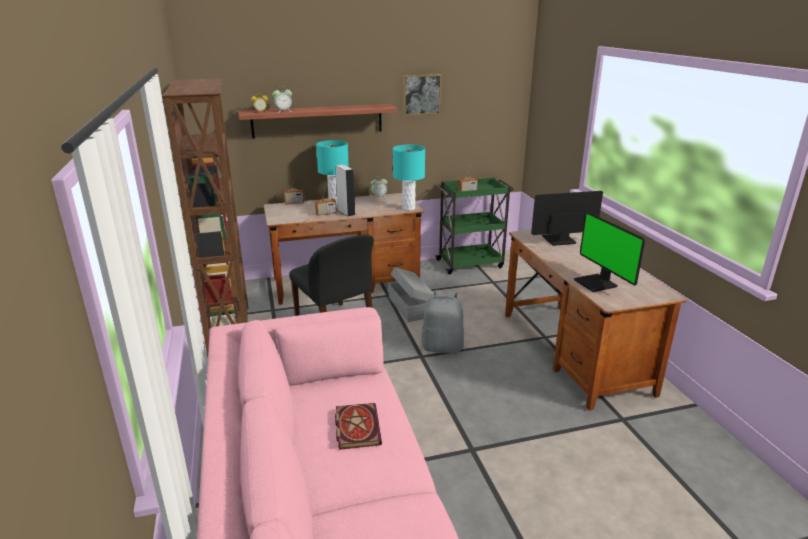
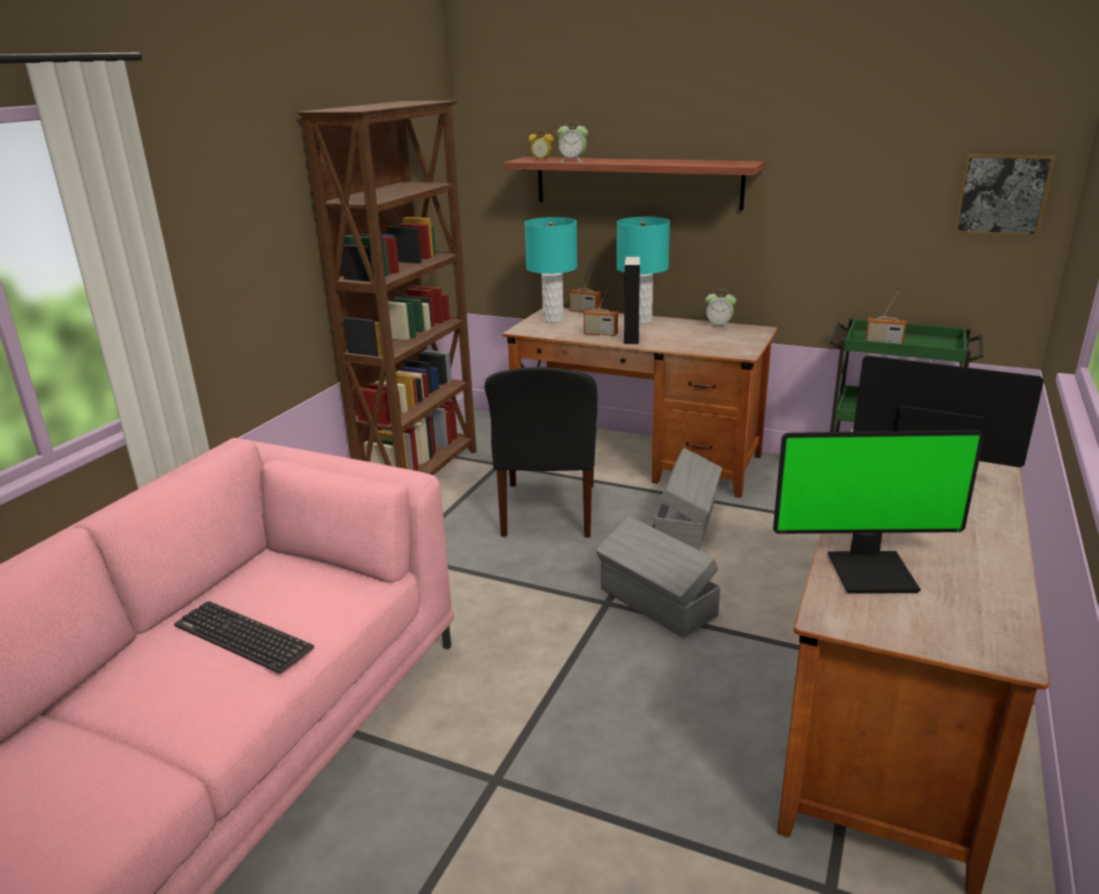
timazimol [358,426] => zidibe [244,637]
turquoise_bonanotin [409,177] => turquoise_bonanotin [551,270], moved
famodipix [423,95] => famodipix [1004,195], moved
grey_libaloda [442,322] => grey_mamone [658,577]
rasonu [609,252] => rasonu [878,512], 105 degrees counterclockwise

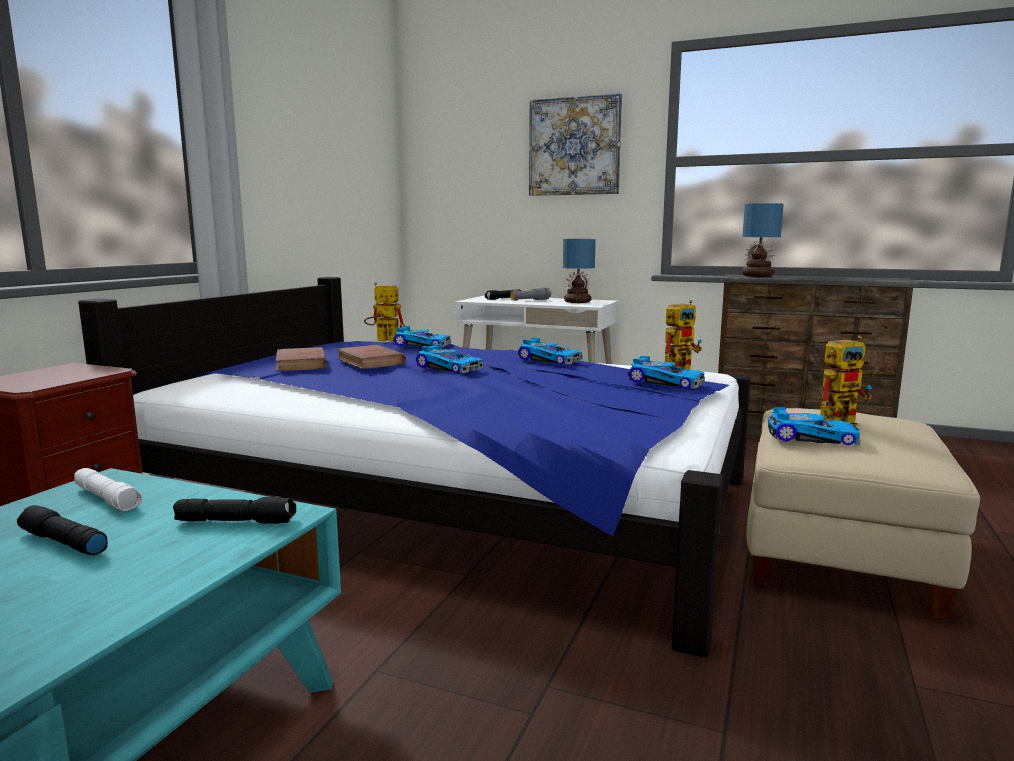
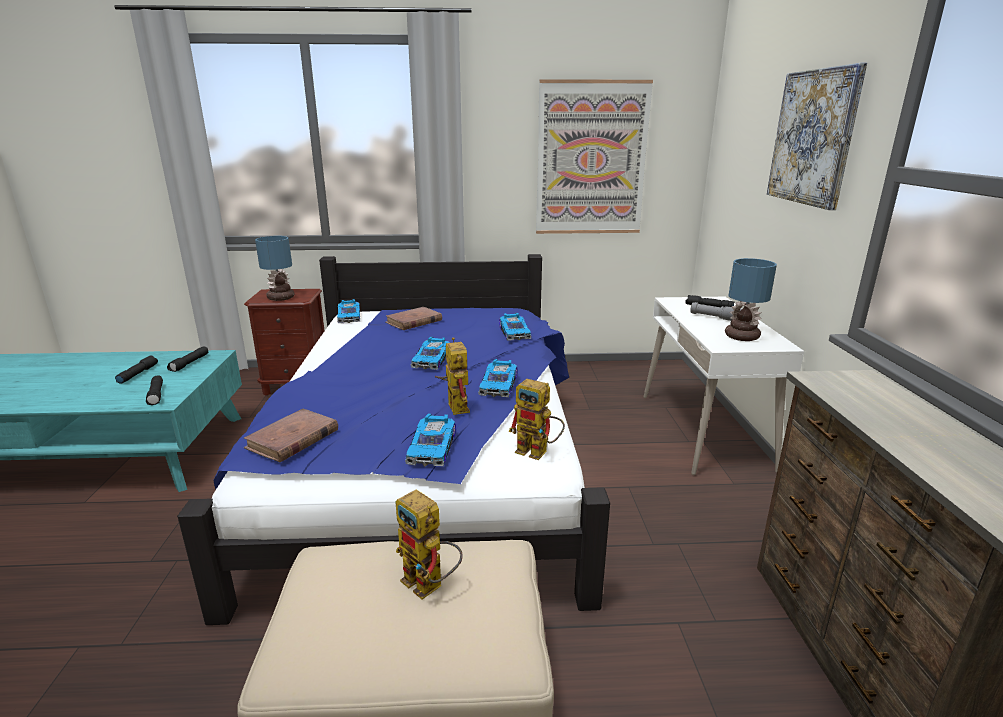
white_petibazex [108,489] => black_petibazex [188,359]
brown_timazimol [371,357] => brown_timazimol [291,435], moved
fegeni [384,312] => fegeni [452,376], moved
bonanotin [763,240] => bonanotin [275,268], moved
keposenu [814,426] => keposenu [348,311], moved
nothing => famodipix [594,156]

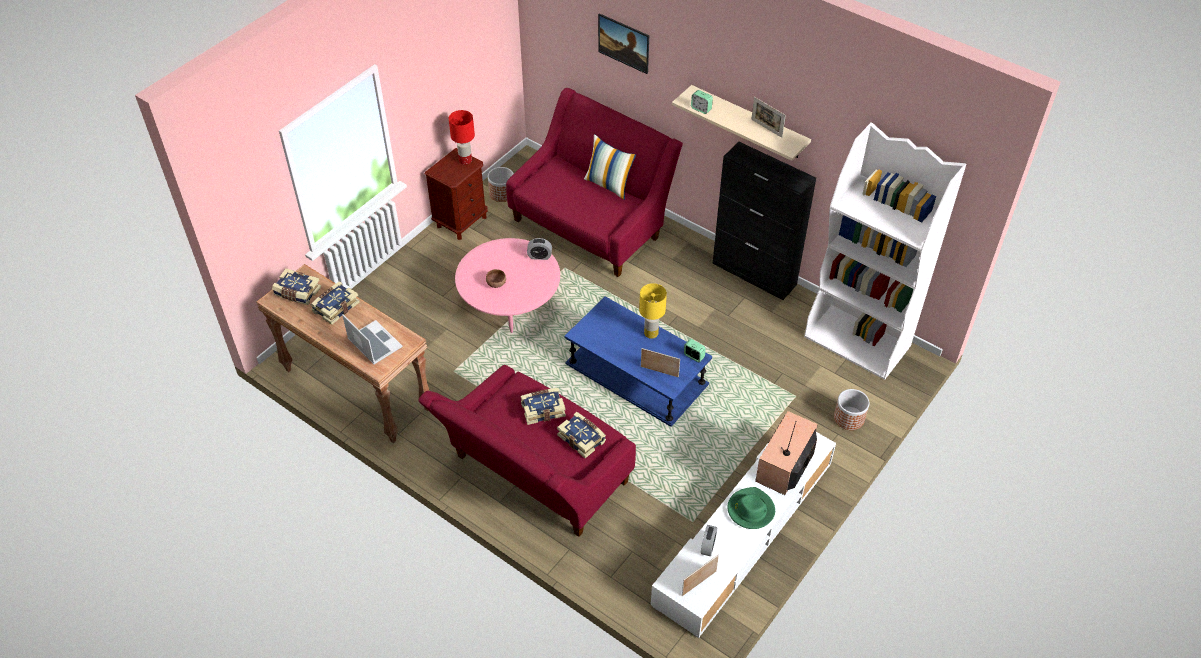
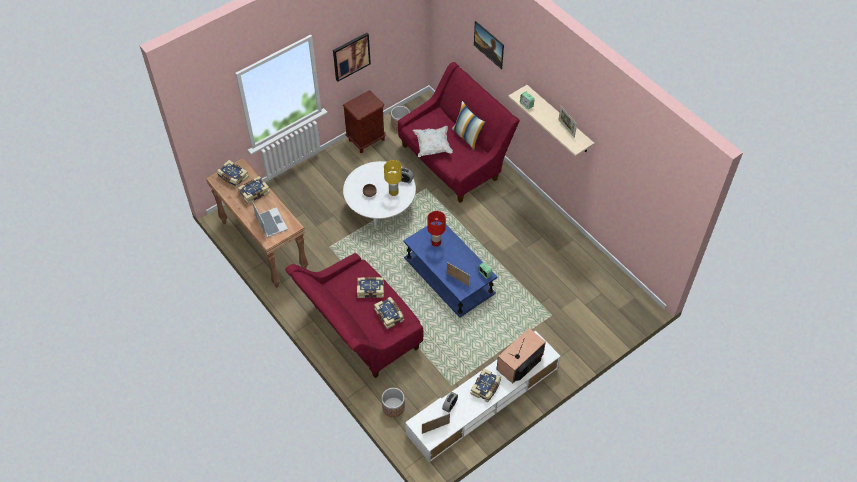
red_bonanotin [462,137] => red_bonanotin [436,229], moved
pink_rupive [507,285] => white_rupive [379,194]
yellow_bonanotin [653,311] => yellow_bonanotin [393,178], moved
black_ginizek [764,221] => nothing
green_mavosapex [751,508] => timazimol [486,385]
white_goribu [885,251] => nothing
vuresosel [851,409] => vuresosel [393,402], moved
nothing => famodipix [352,57]
nothing => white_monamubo [433,141]

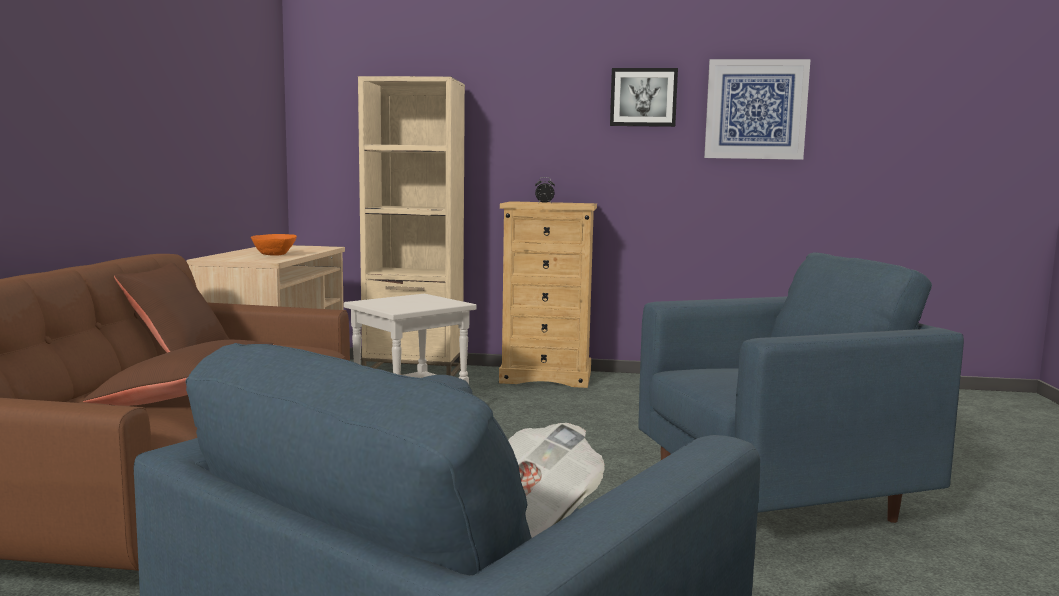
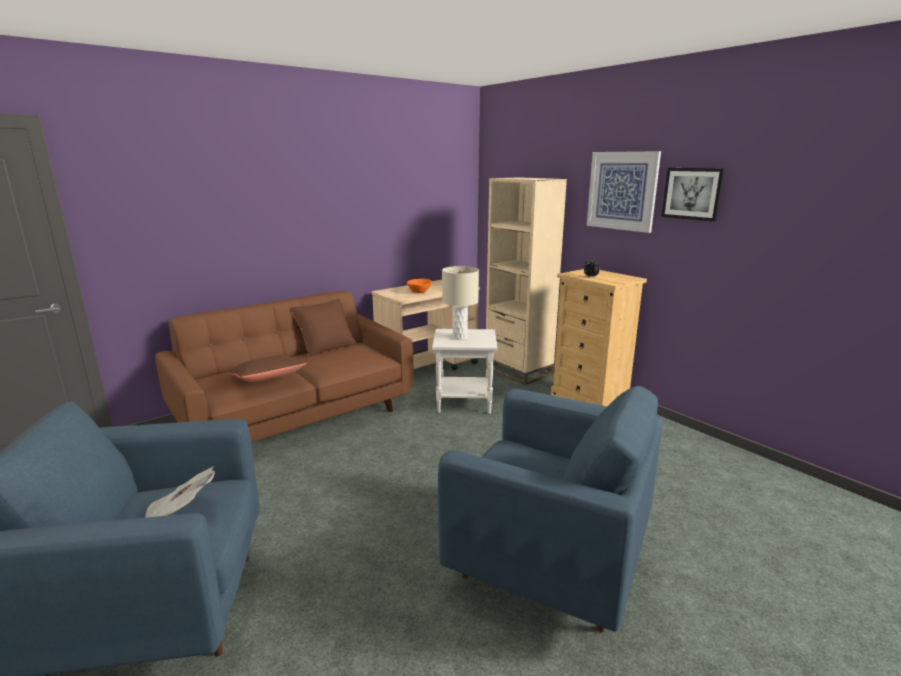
famodipix [757,109] => famodipix [624,192], moved
nothing => beige_bonanotin [460,303]

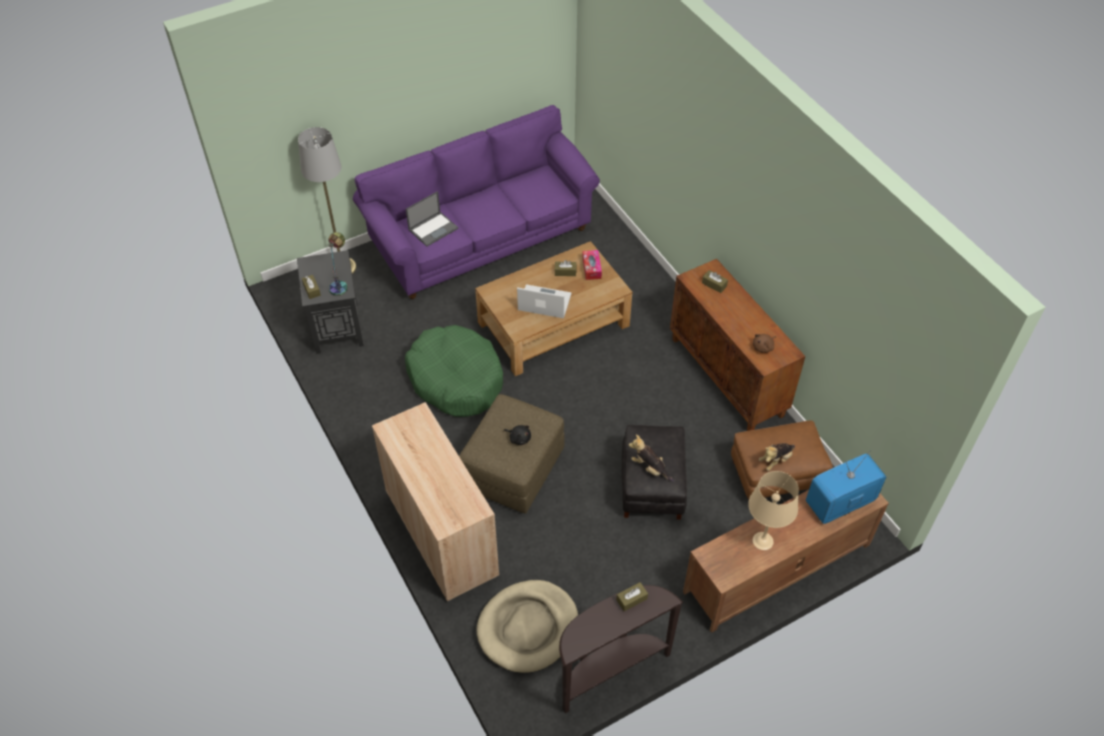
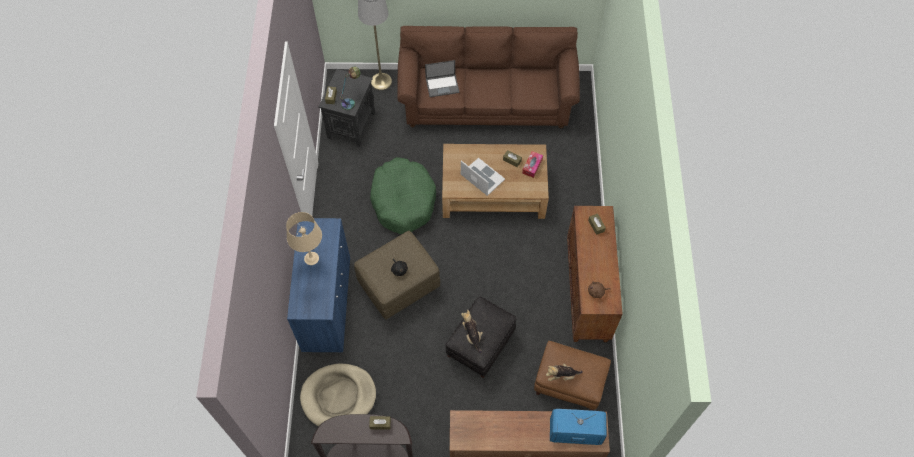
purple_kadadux [476,202] => brown_kadadux [488,77]
beige_ginizek [435,501] => blue_ginizek [318,285]
beige_bonanotin [773,510] => beige_bonanotin [304,238], moved

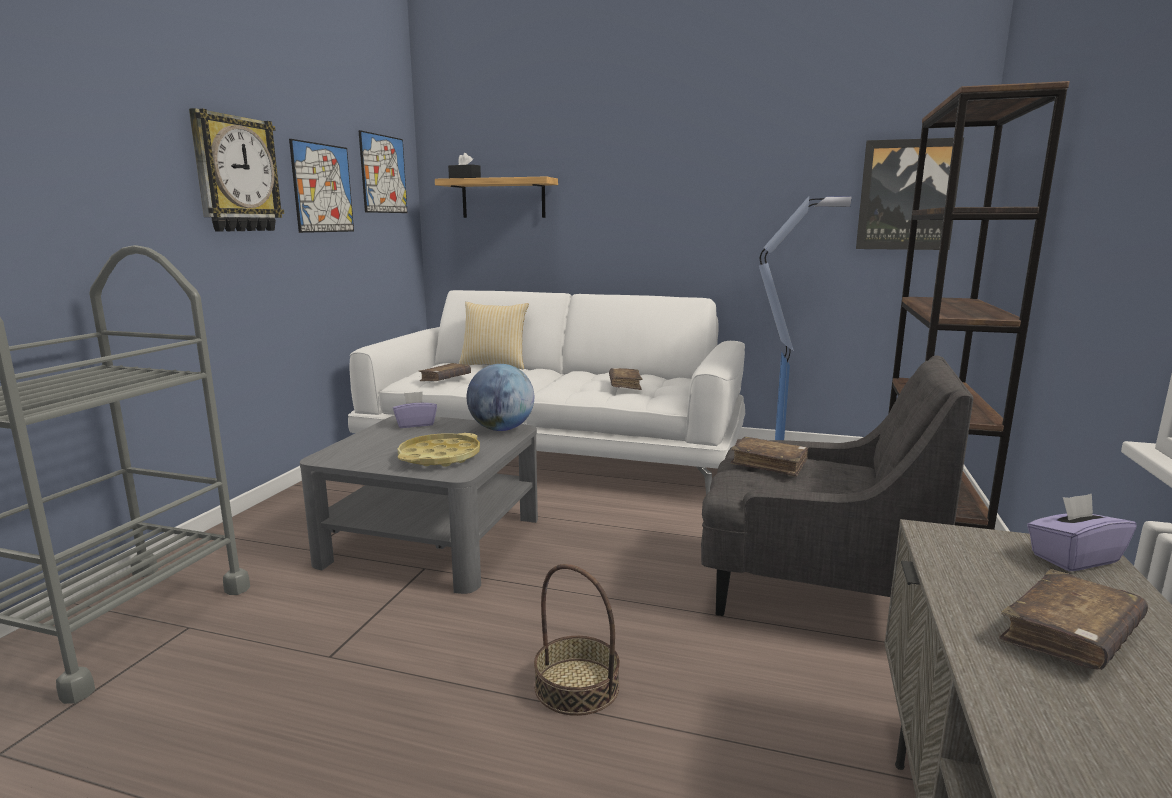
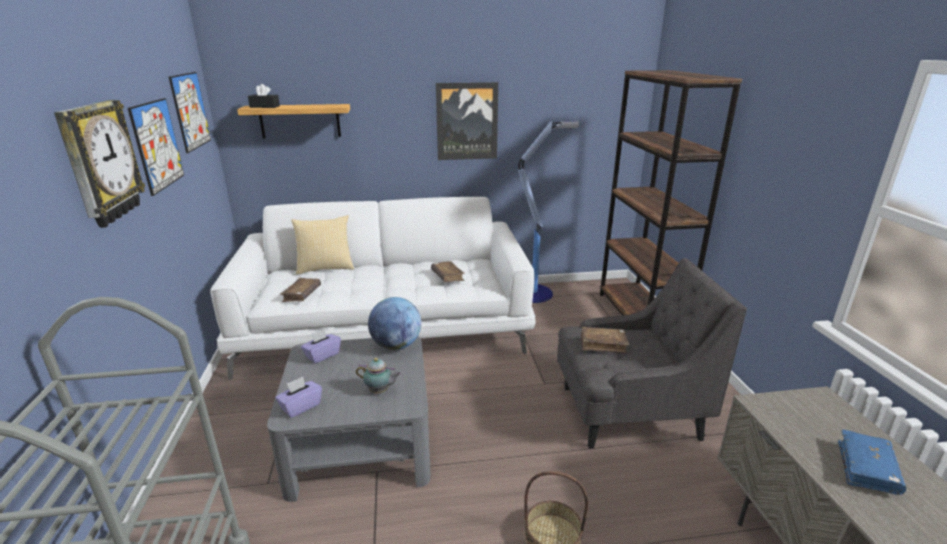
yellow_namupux [439,450] => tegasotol [378,375]
famodipix [910,193] => famodipix [467,121], moved
brown_timazimol [1073,619] => blue_timazimol [872,462]
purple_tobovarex [1082,532] => purple_tobovarex [298,397], moved

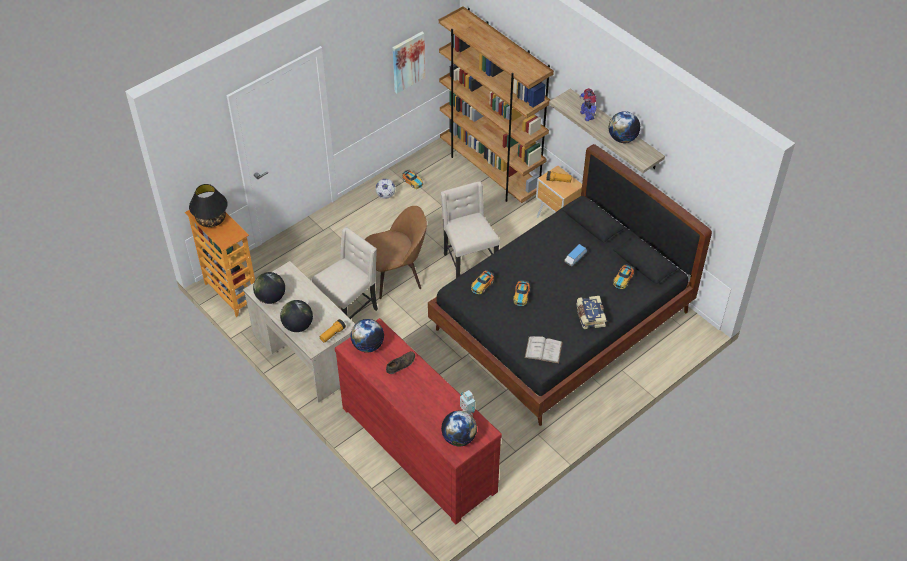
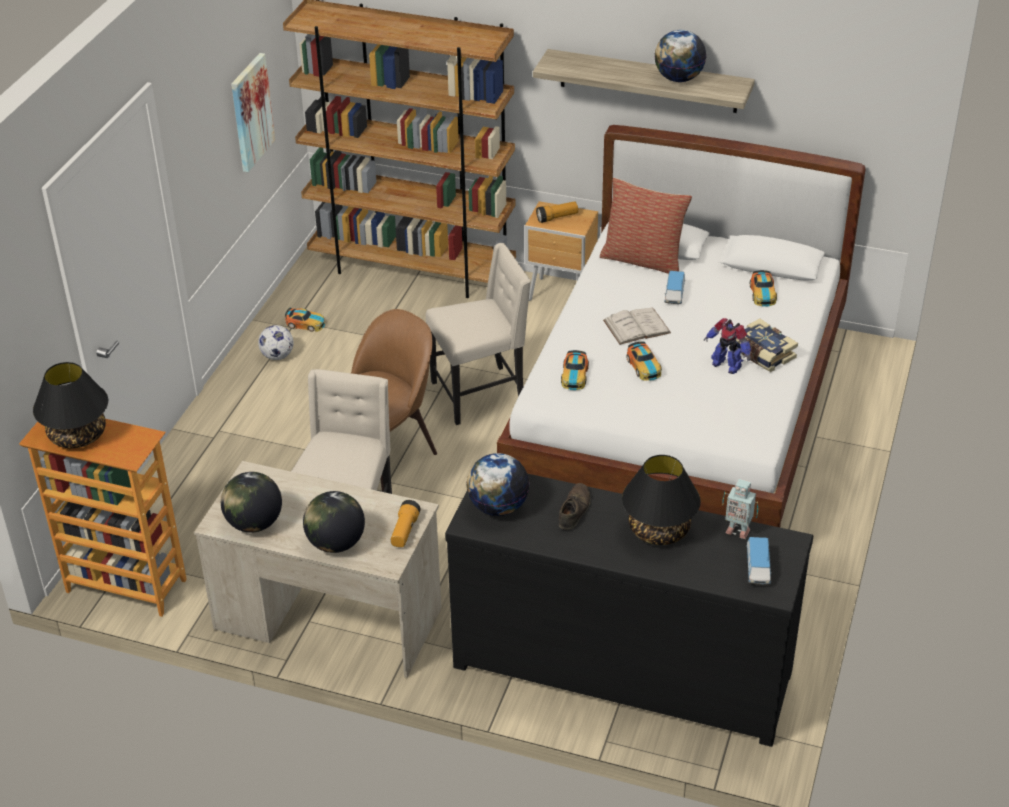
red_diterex [418,421] => black_diterex [629,610]
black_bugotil [570,285] => white_bugotil [681,326]
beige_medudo [470,229] => beige_medudo [478,334], 120 degrees clockwise
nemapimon [459,428] => keposenu [759,561]
white_timazimol [544,349] => white_timazimol [637,326], moved
fegeni [588,104] => fegeni [727,346], moved
nothing => monamubo [646,226]
nothing => black_bonanotin [661,500]

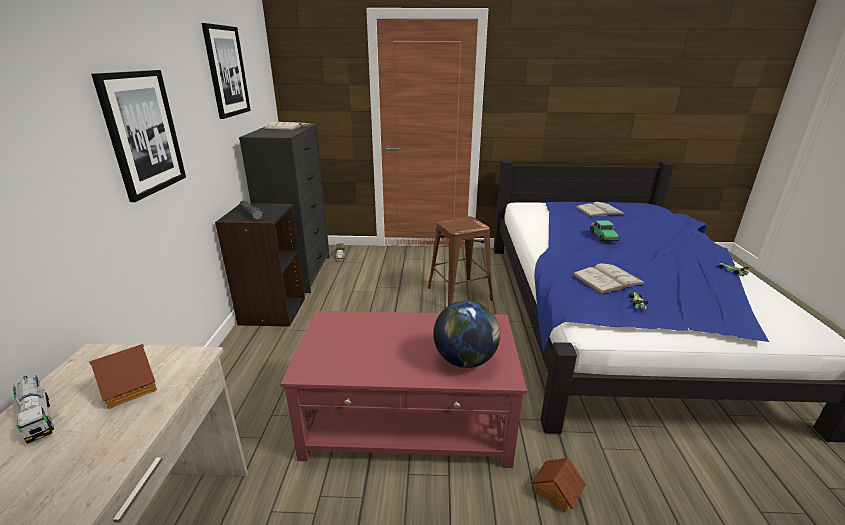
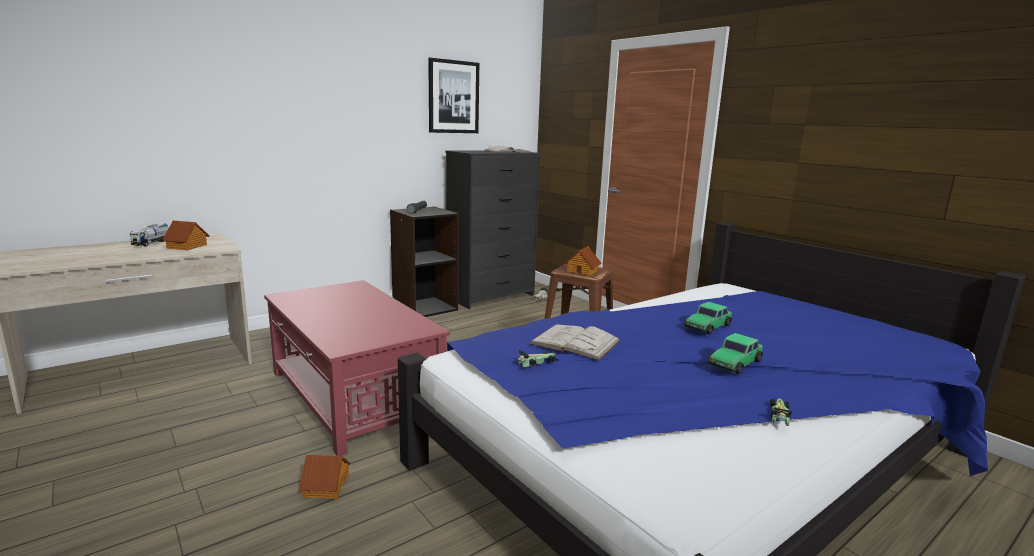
famodipix [138,136] => nothing
nemapimon [466,334] => nothing
white_timazimol [600,209] => nothing
nothing => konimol [583,261]
nothing => keposenu [735,353]

